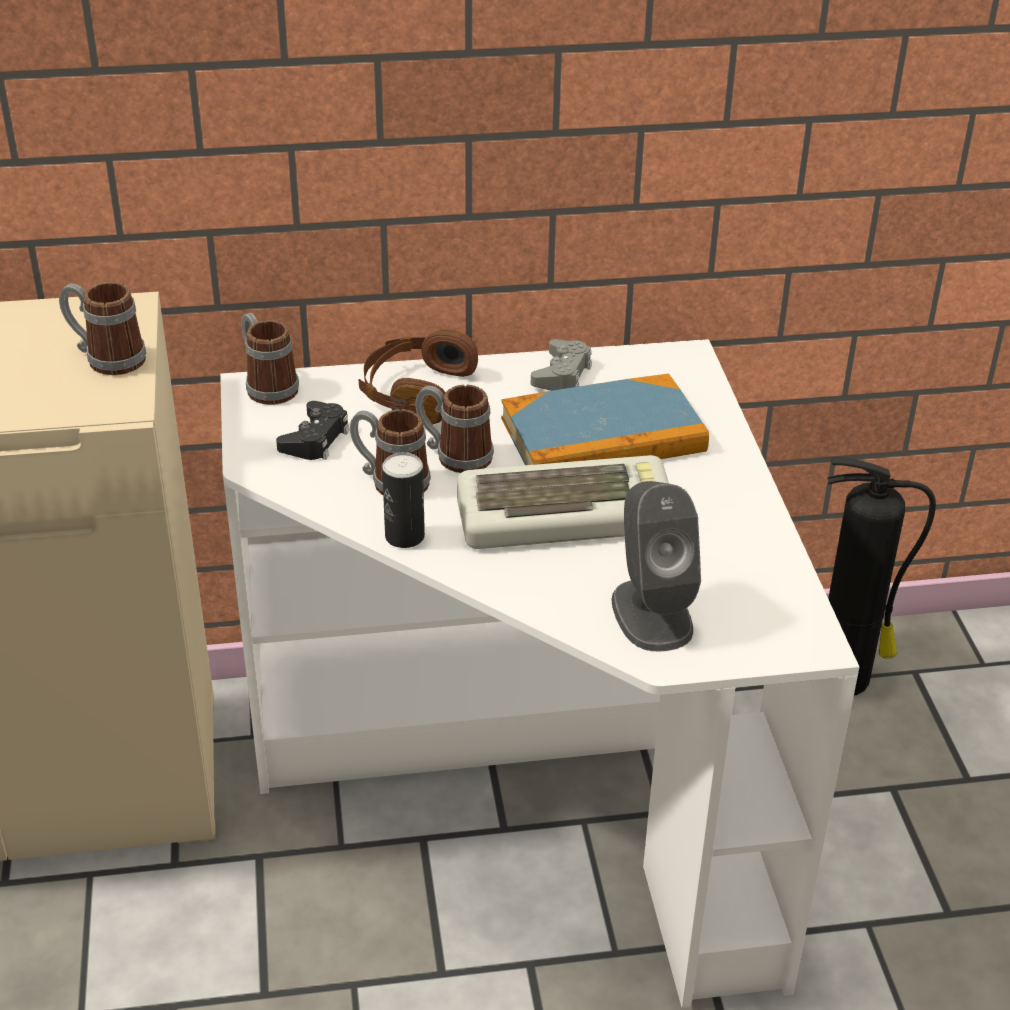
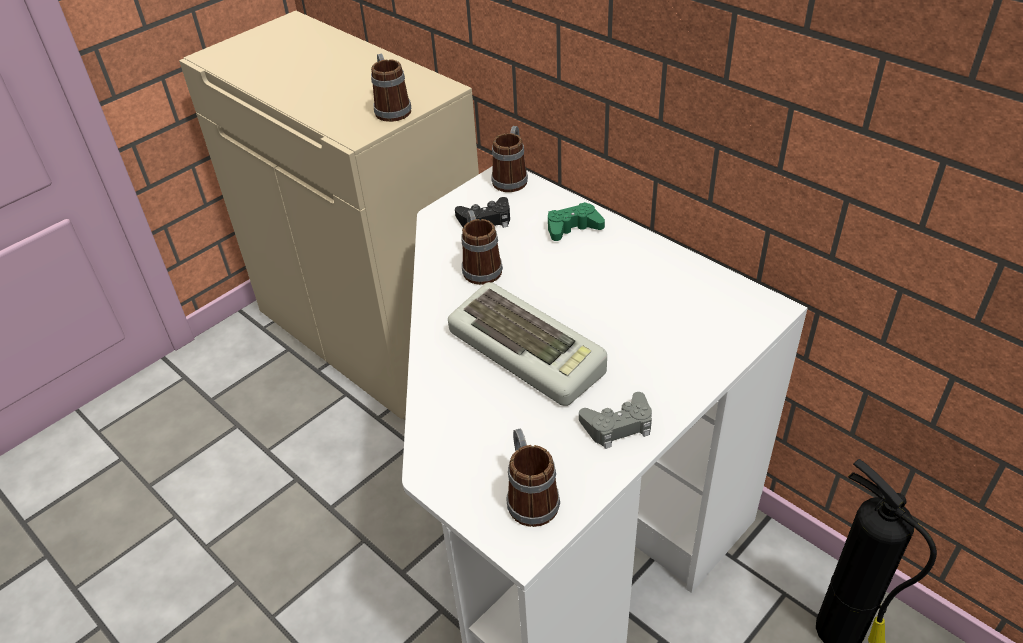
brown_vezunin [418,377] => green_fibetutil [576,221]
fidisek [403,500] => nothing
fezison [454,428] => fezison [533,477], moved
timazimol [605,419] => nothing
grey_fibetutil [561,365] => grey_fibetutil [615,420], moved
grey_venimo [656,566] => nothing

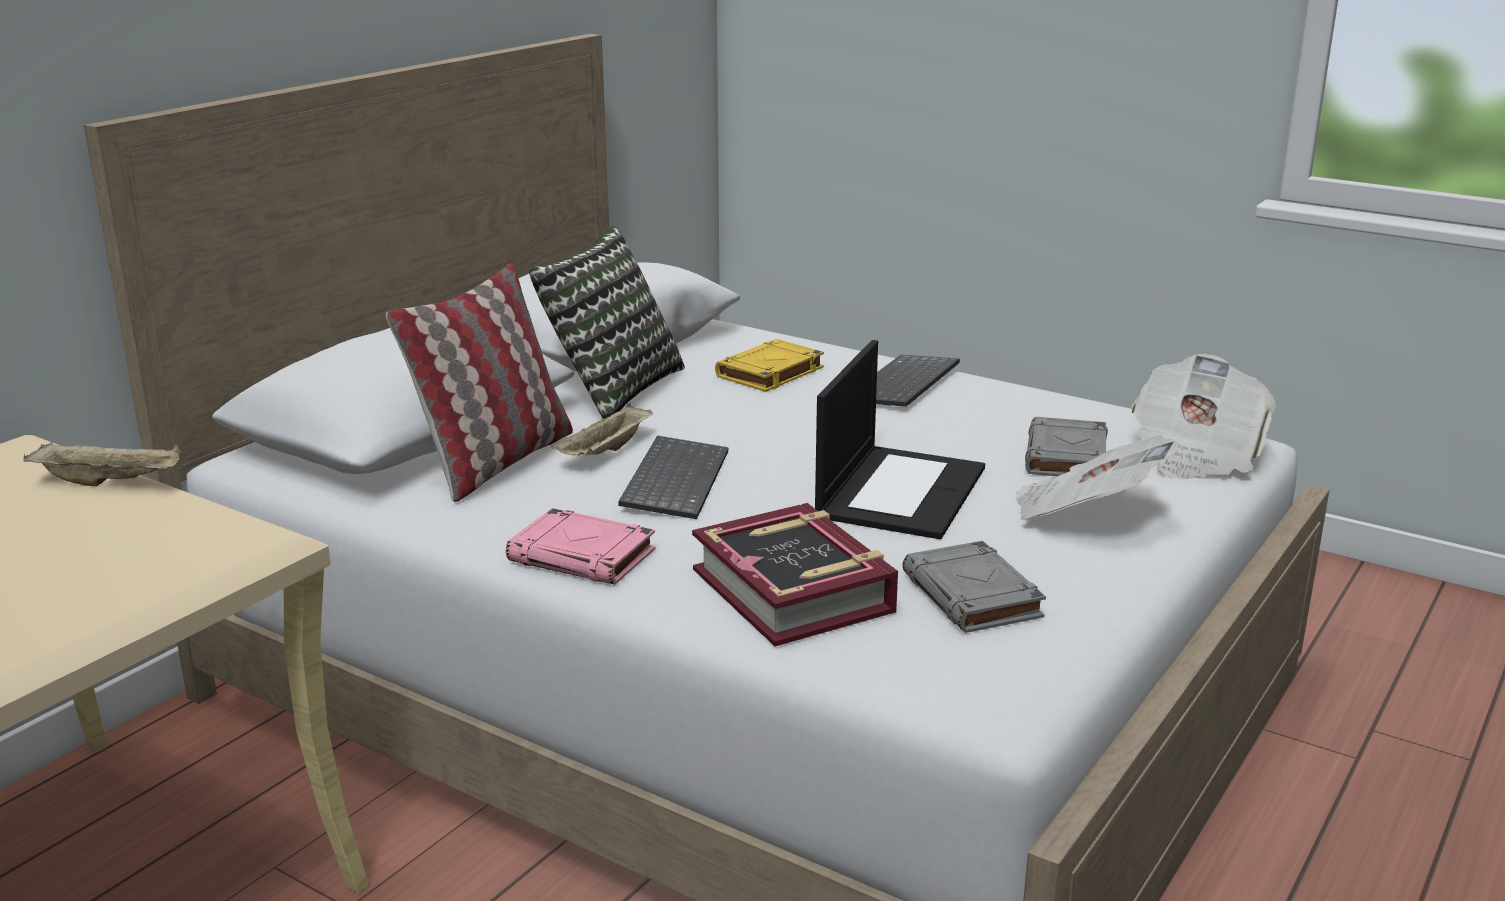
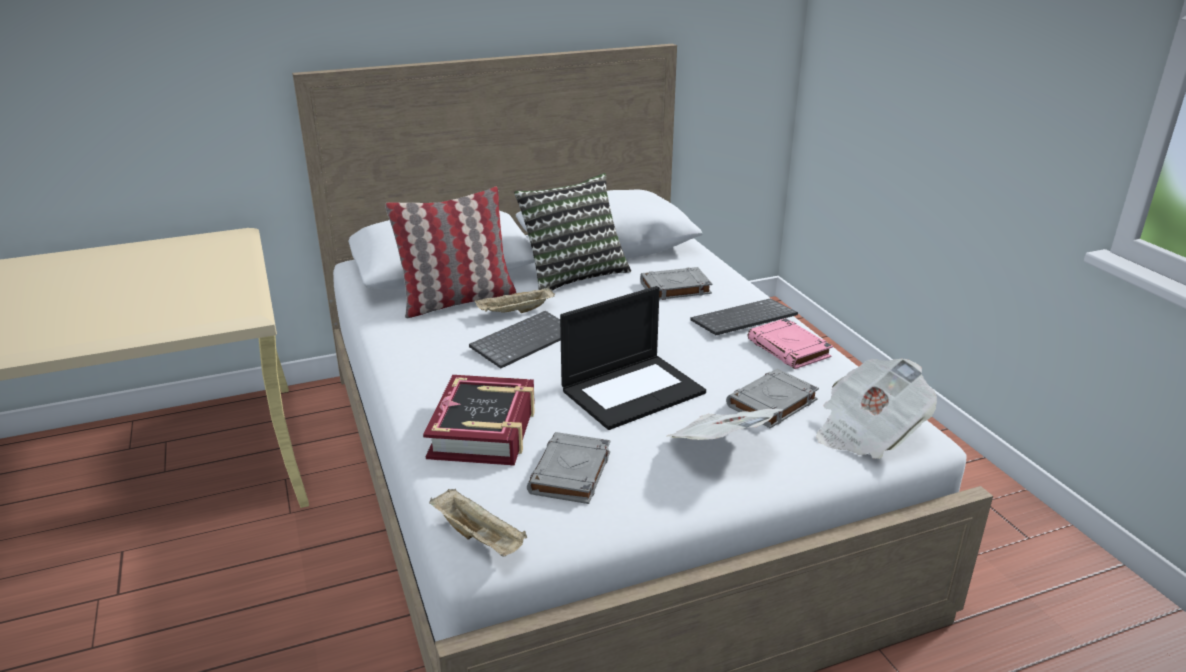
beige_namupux [102,464] => beige_namupux [478,522], moved
pink_timazimol [581,546] => pink_timazimol [790,343], moved
yellow_timazimol [769,365] => grey_timazimol [676,283]

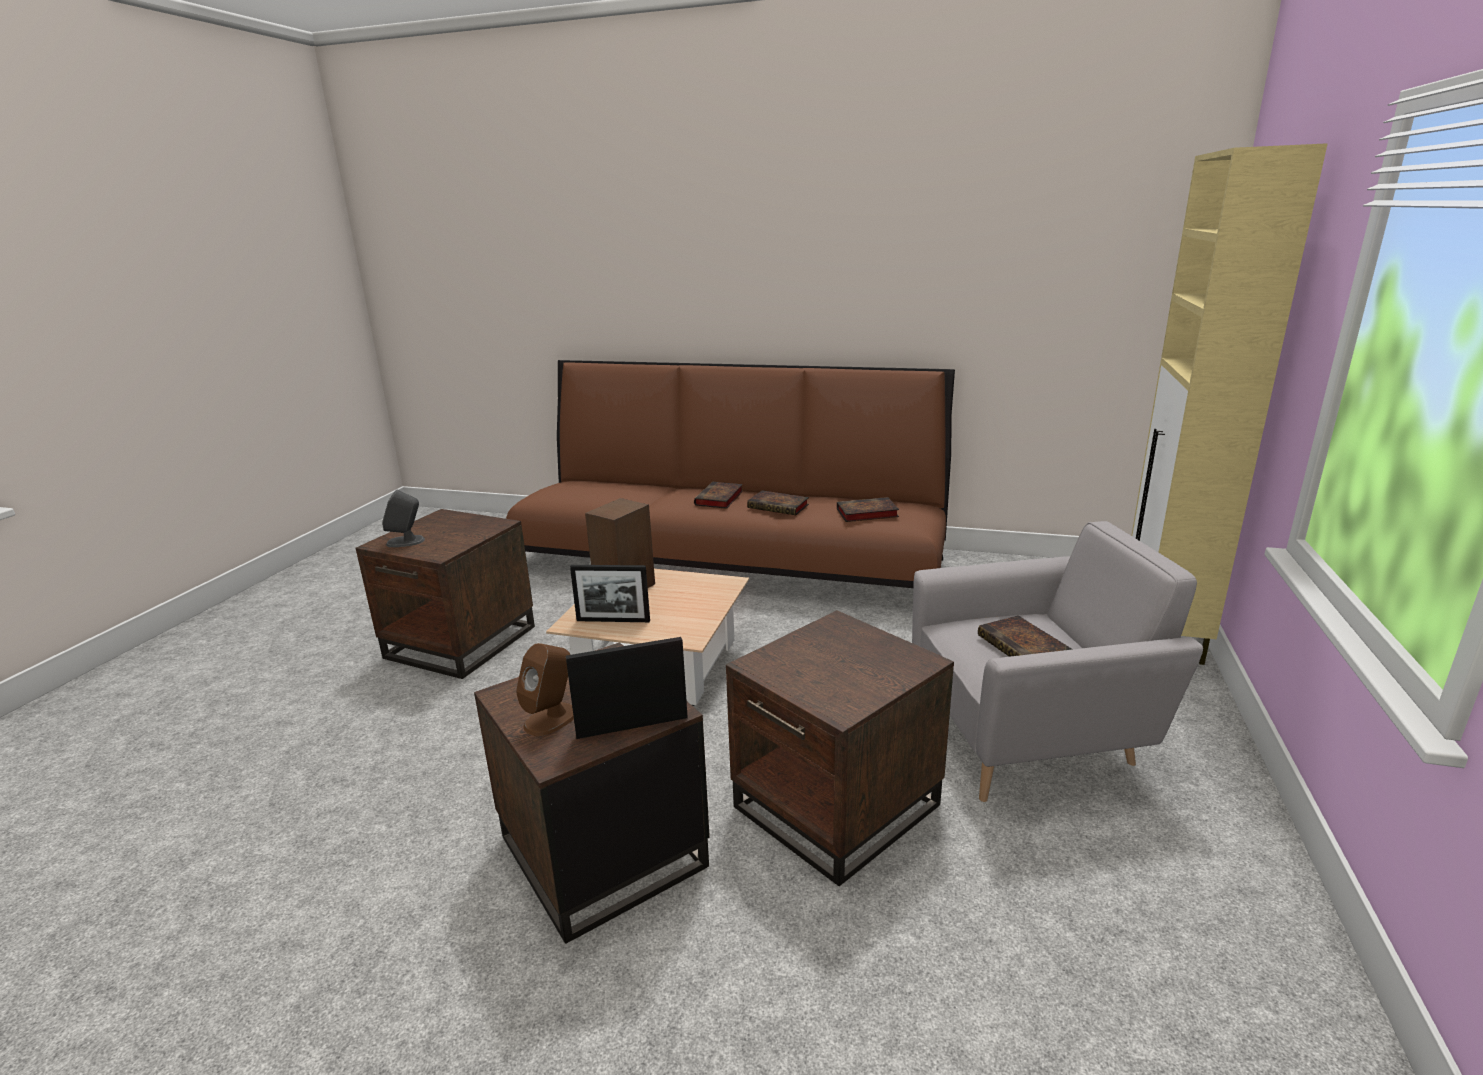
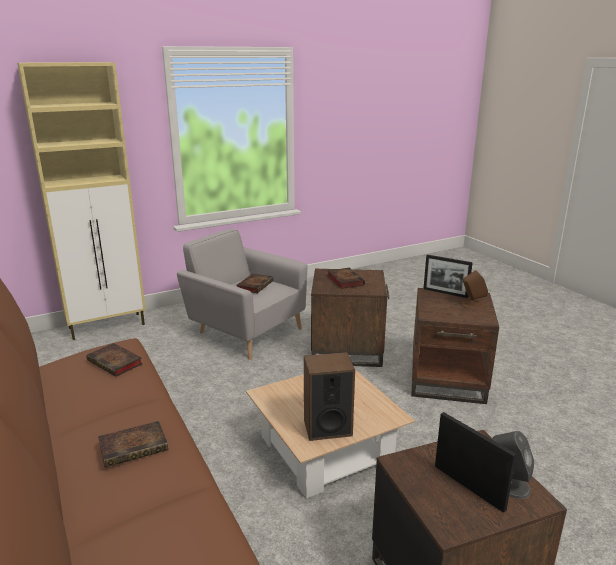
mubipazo [610,593] => mubipazo [475,462], moved
timazimol [778,502] => timazimol [346,278], moved

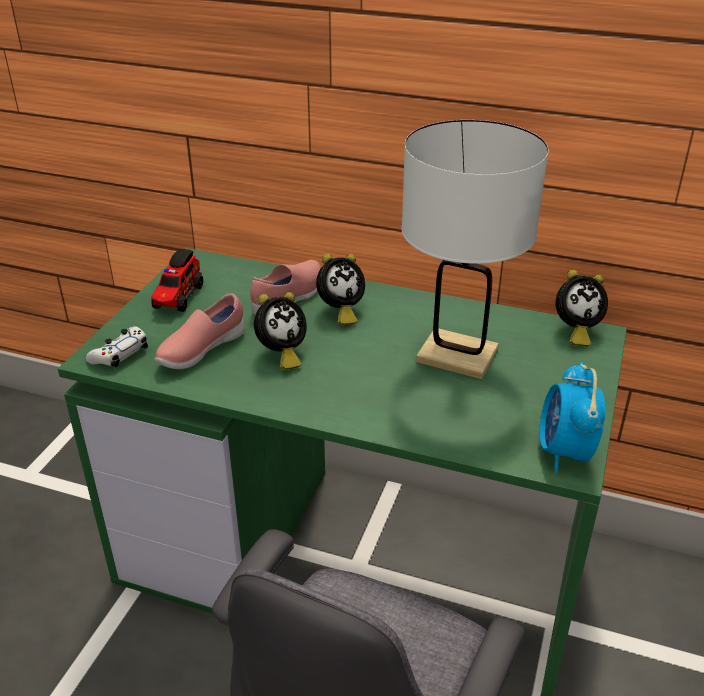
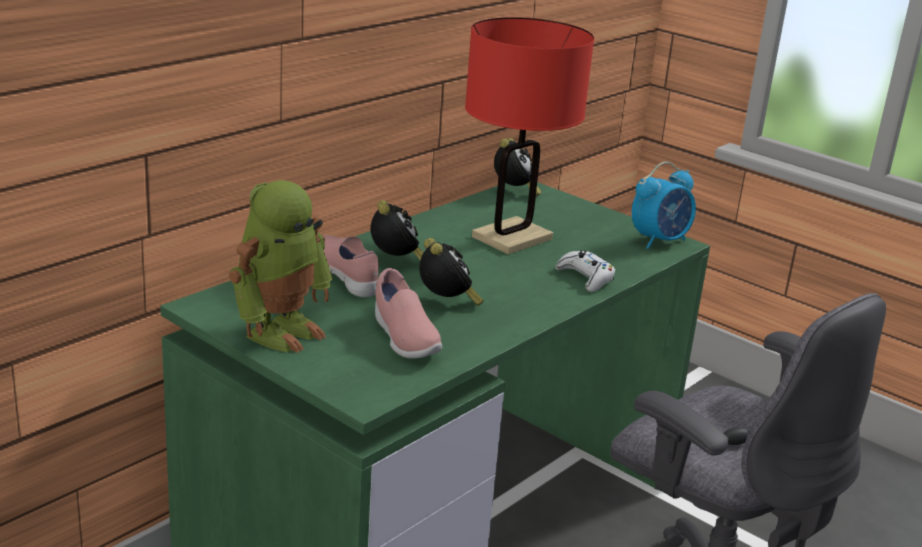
white_fibetutil [117,346] => white_fibetutil [585,271], moved
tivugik [177,280] => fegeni [281,266]
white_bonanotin [475,249] => red_bonanotin [529,135]
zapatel [572,417] => zapatel [664,205], 60 degrees counterclockwise

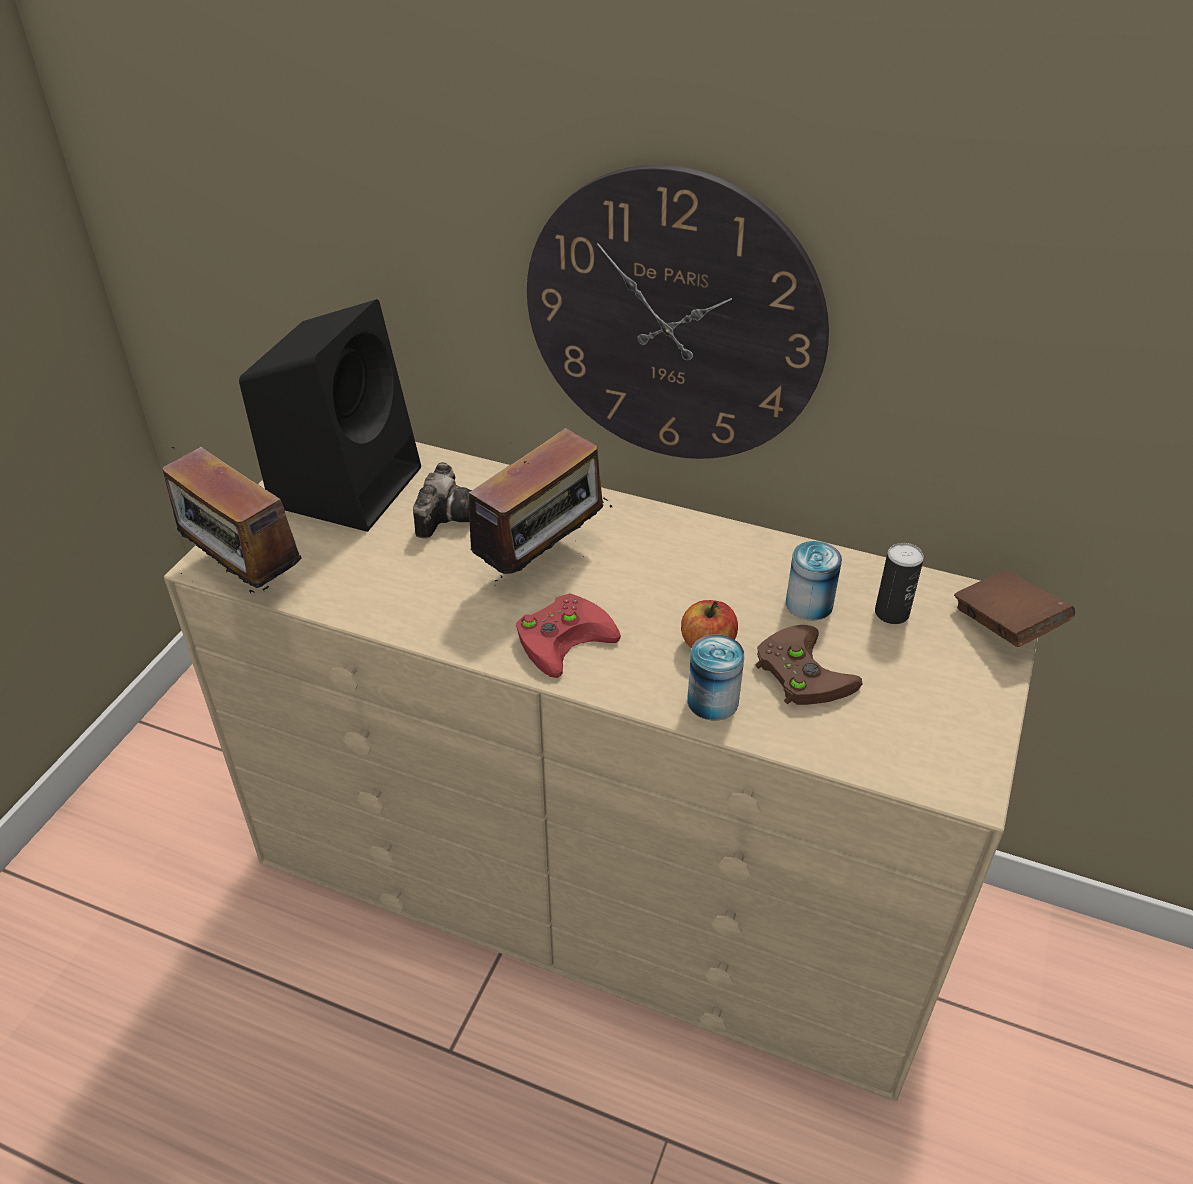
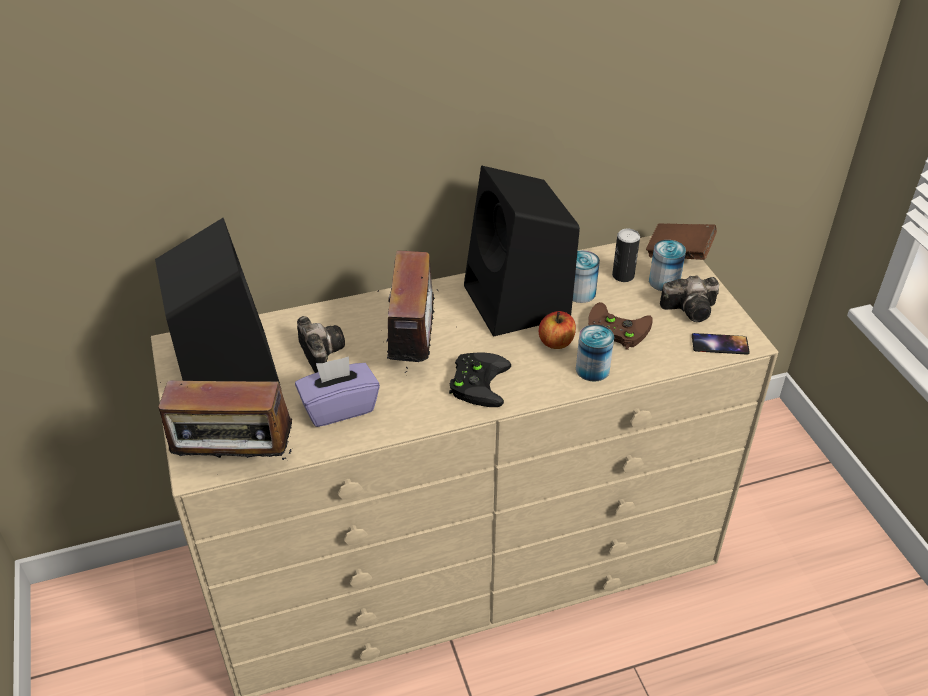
red_fibetutil [568,635] => black_fibetutil [480,379]
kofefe [678,312] => nothing
nothing => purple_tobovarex [337,391]
nothing => black_venimo [522,251]
nothing => fidisek [667,265]
nothing => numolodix [689,299]
nothing => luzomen [721,344]

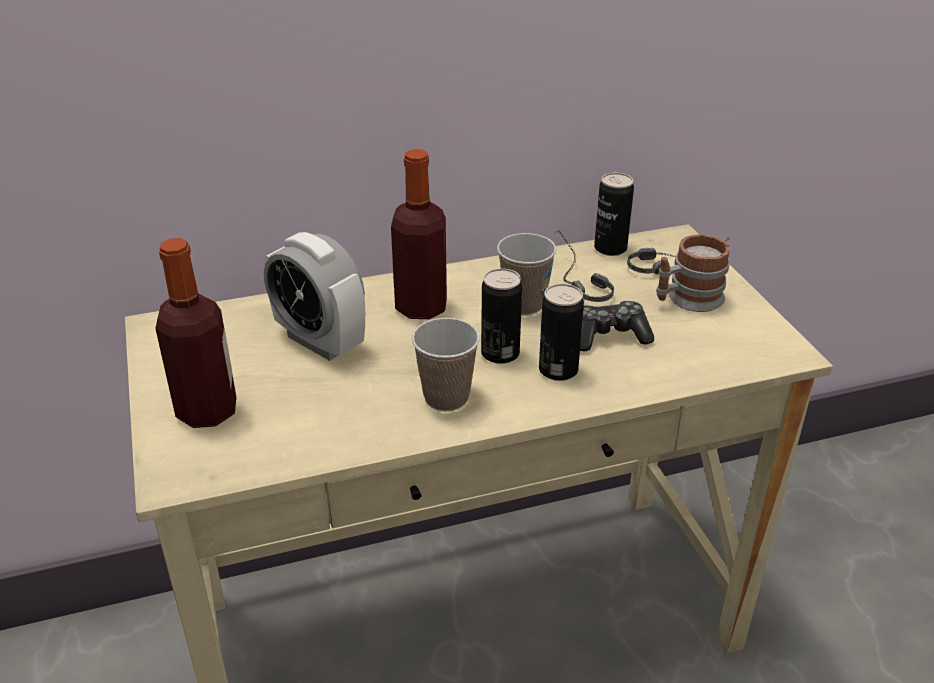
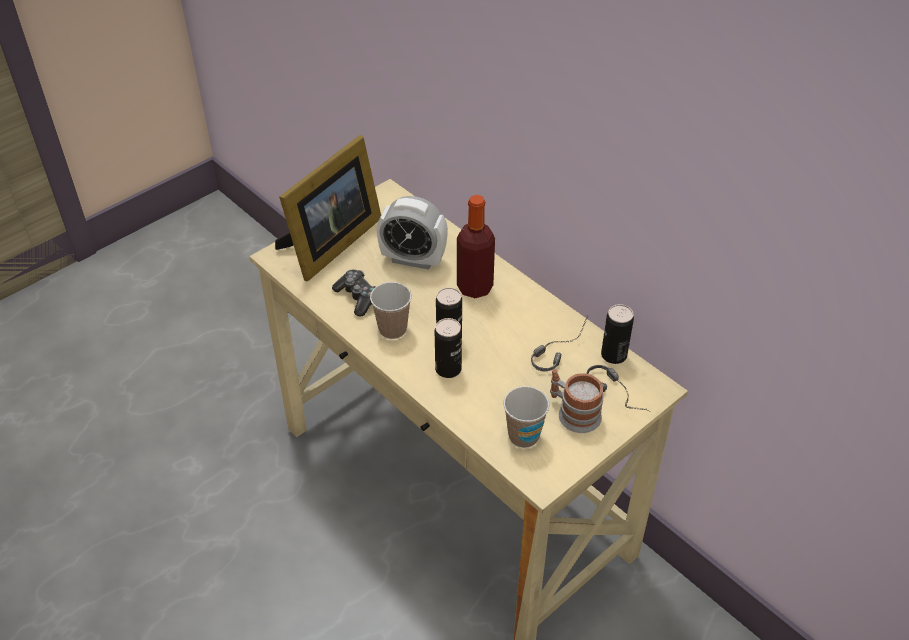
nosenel [196,333] => mubipazo [328,208]
zapatel [314,296] => zapatel [412,233], 90 degrees counterclockwise
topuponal [526,274] => topuponal [526,417], moved
fibetutil [617,326] => fibetutil [353,292], moved

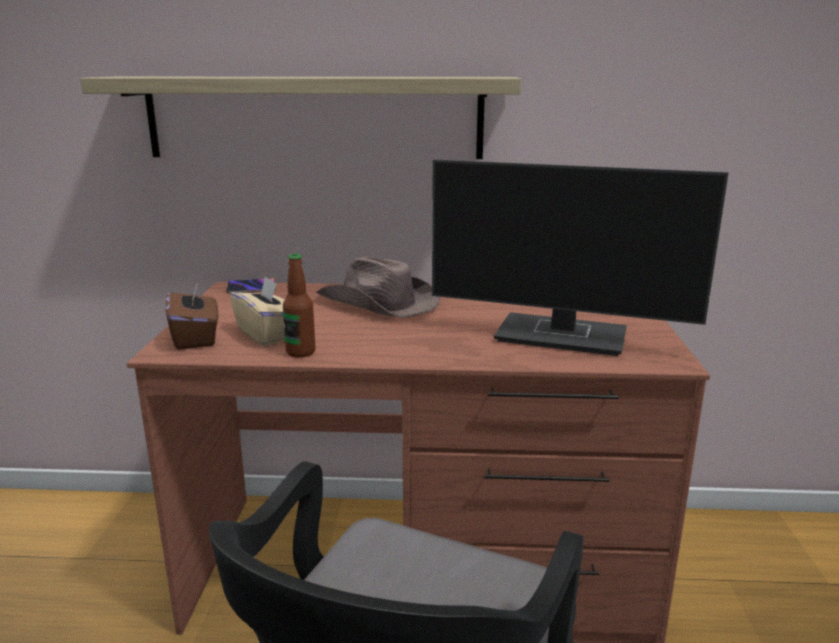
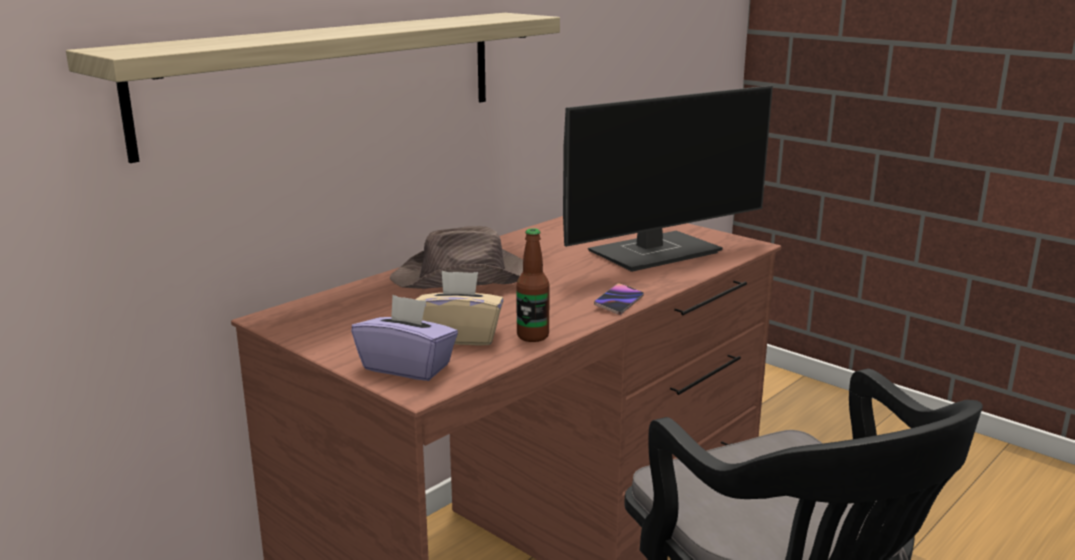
brown_tobovarex [192,315] => purple_tobovarex [404,338]
luzomen [251,286] => luzomen [619,299], moved

